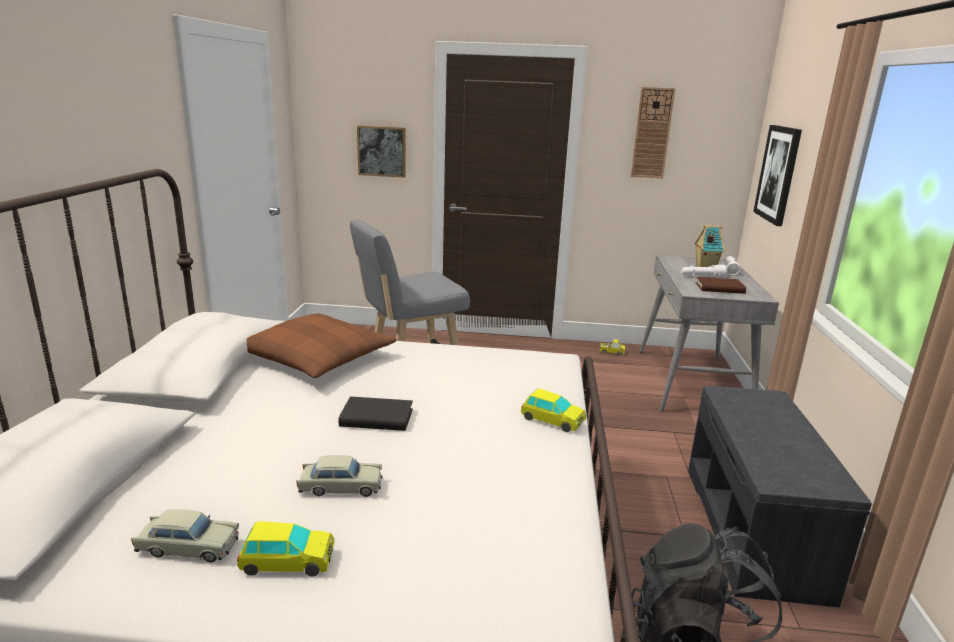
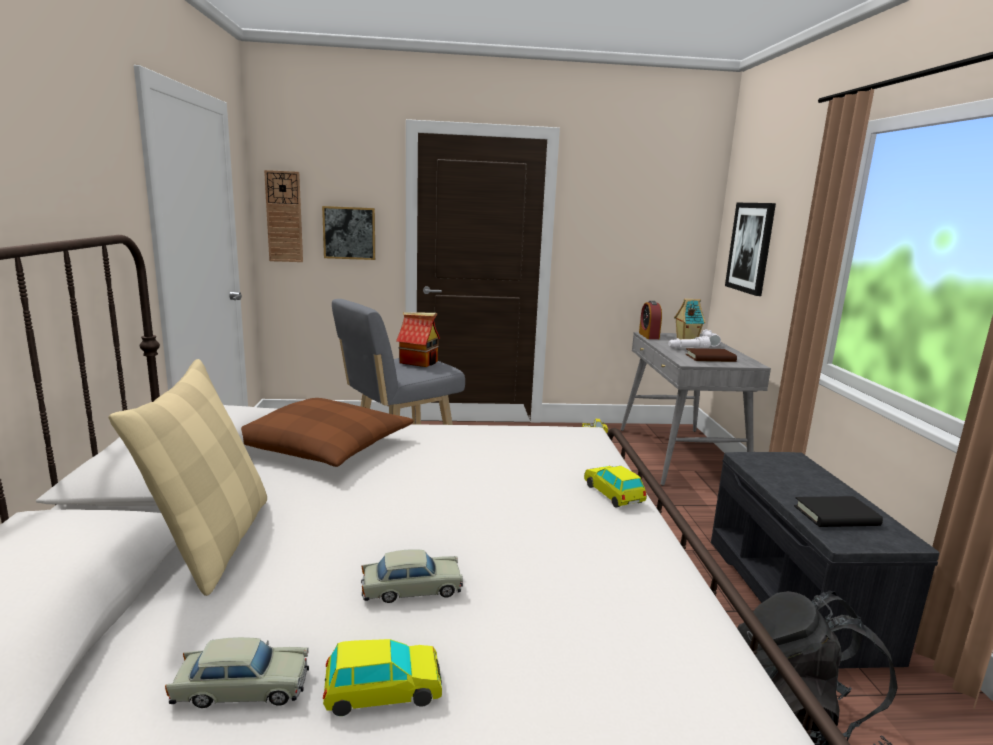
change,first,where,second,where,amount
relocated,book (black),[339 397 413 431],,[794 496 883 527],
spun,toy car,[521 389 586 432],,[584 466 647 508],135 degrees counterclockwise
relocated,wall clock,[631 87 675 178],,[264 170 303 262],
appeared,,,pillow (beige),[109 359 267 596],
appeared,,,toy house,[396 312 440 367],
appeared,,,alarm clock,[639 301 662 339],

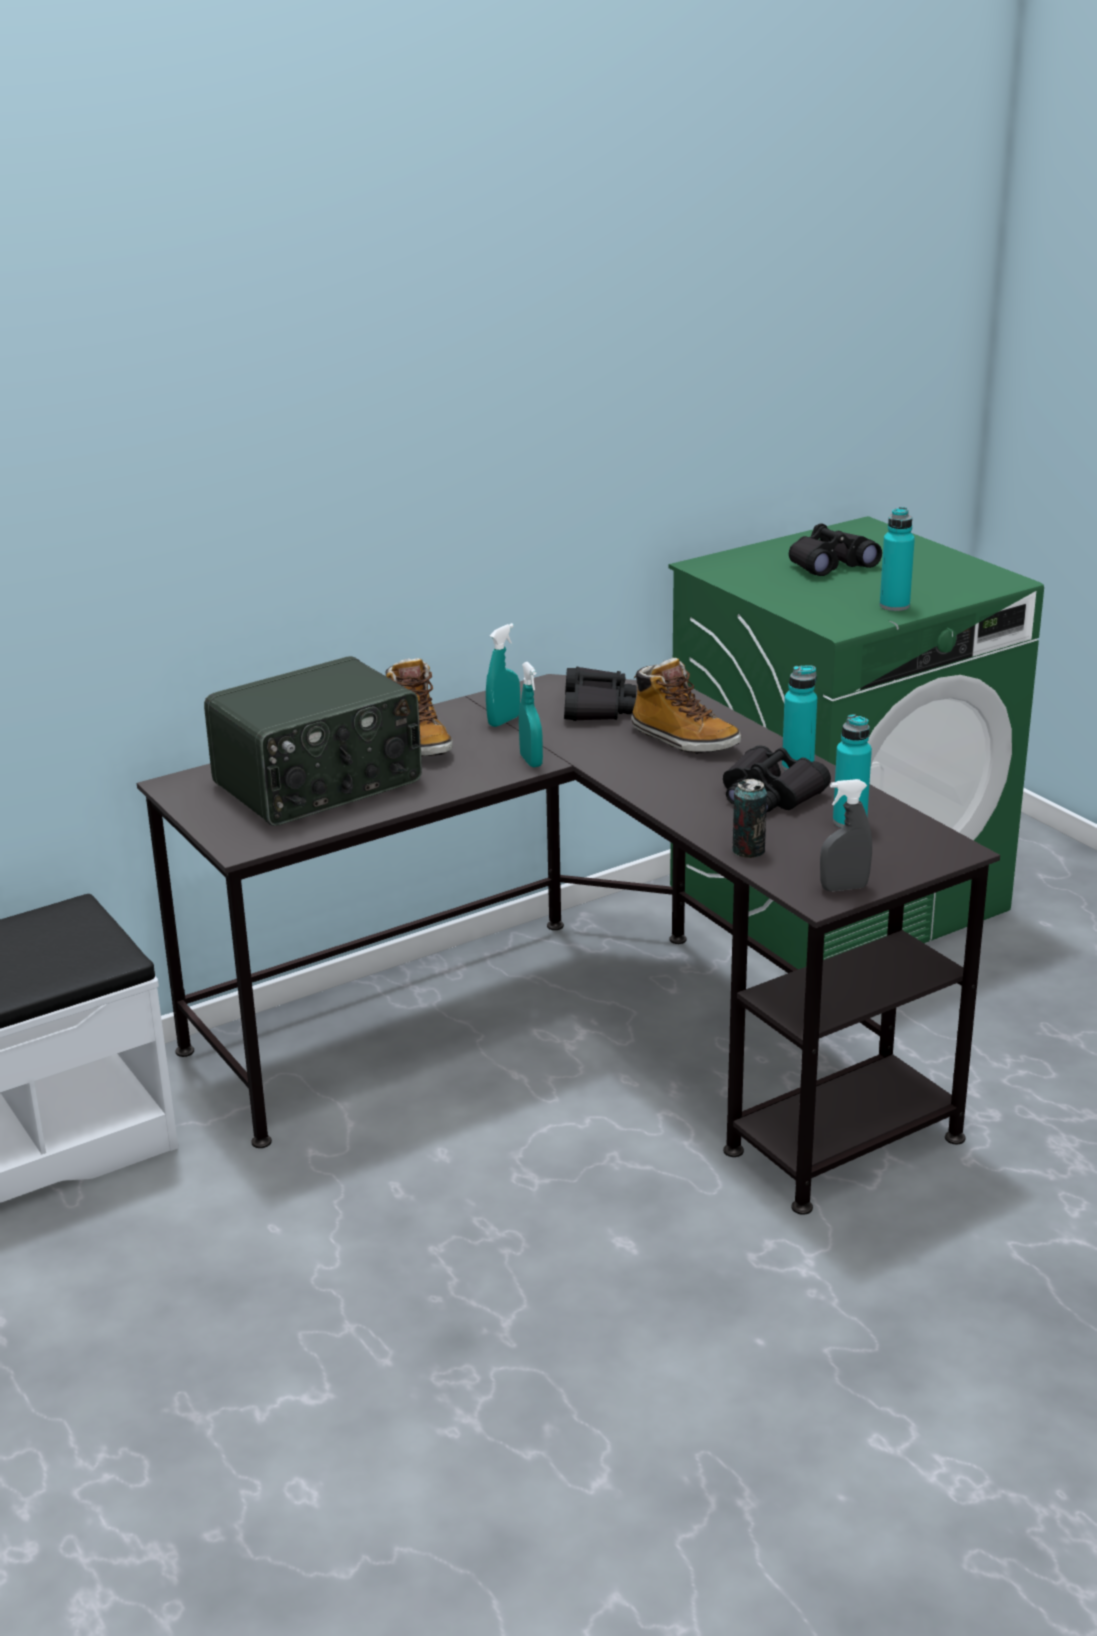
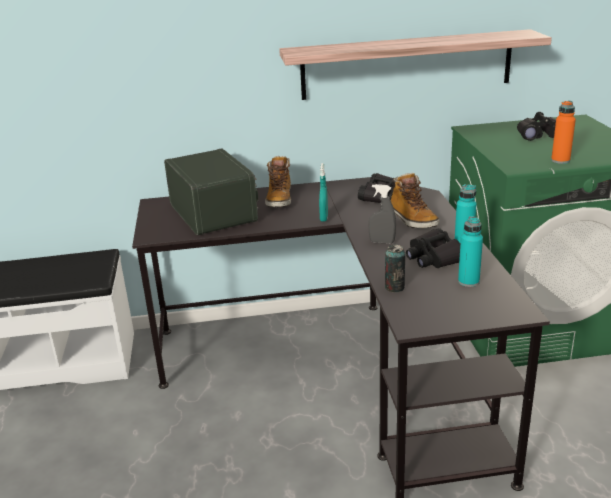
change,first,where,second,where,amount
spun,radio,[204 656 422 826],,[164 148 259 236],105 degrees counterclockwise
missing,spray bottle (turquoise),[486 623 520 727],,,
relocated,spray bottle (grey),[820 779 872 891],,[368 184 396 244],
colour,bottle (turquoise),[880 507 915 611],bottle (orange),[551 100 576 164],
appeared,,,shelf,[279 29 552 100],

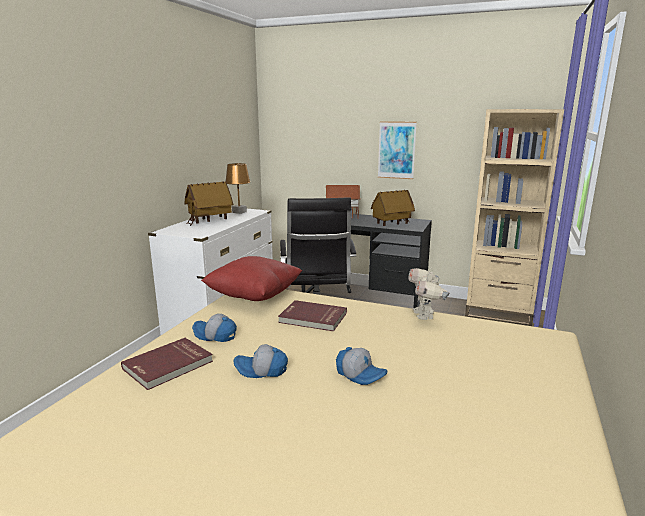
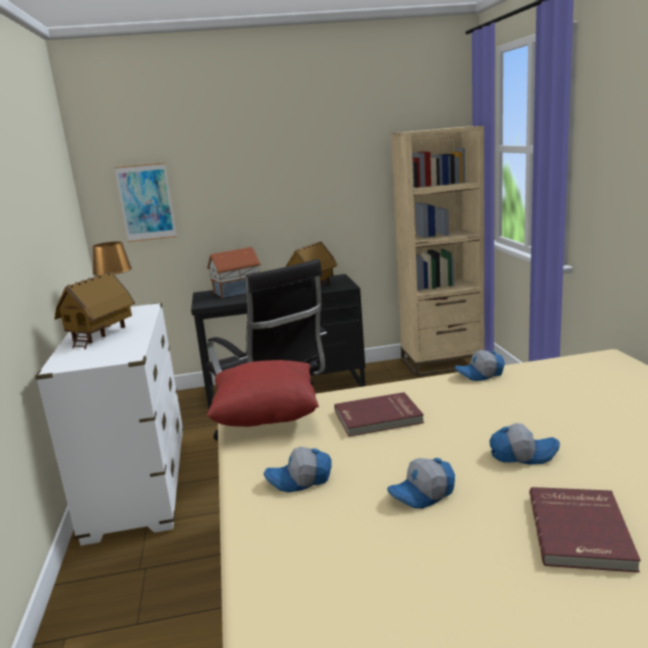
change,first,where,second,where,amount
relocated,book (red),[121 338 213 390],,[529 487 641 573],
relocated,picture,[378 121 417 179],,[114 162 177 242],
exchanged,toy robot,[408 266 449 320],cap,[455 350 505 381],

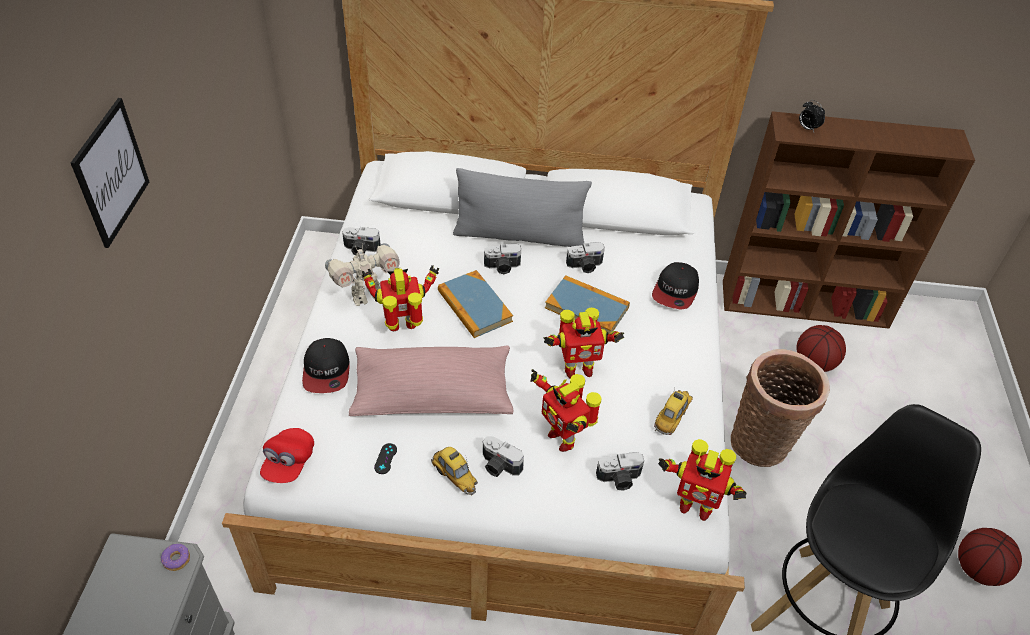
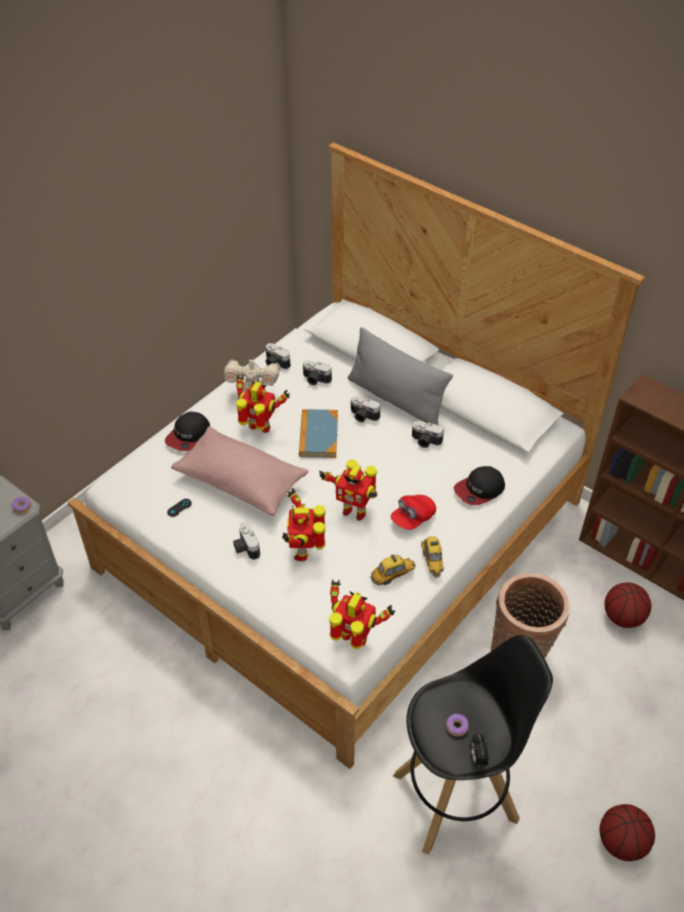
change,first,where,second,where,amount
missing,picture,[71 98 149 248],,,
relocated,cap (red),[260 428 314 483],,[391 495 436 530],
relocated,toy car,[431 447 478 496],,[421 536 444 578],
missing,book,[545 275 630 333],,,
relocated,photo camera,[596 452 644 491],,[303 360 332 385],
spun,toy robot,[658 439 747 521],,[329 580 395 649],150 degrees clockwise
relocated,alarm clock,[799 100 825 132],,[470 734 489 768],
appeared,,,donut,[446 714 469 736],

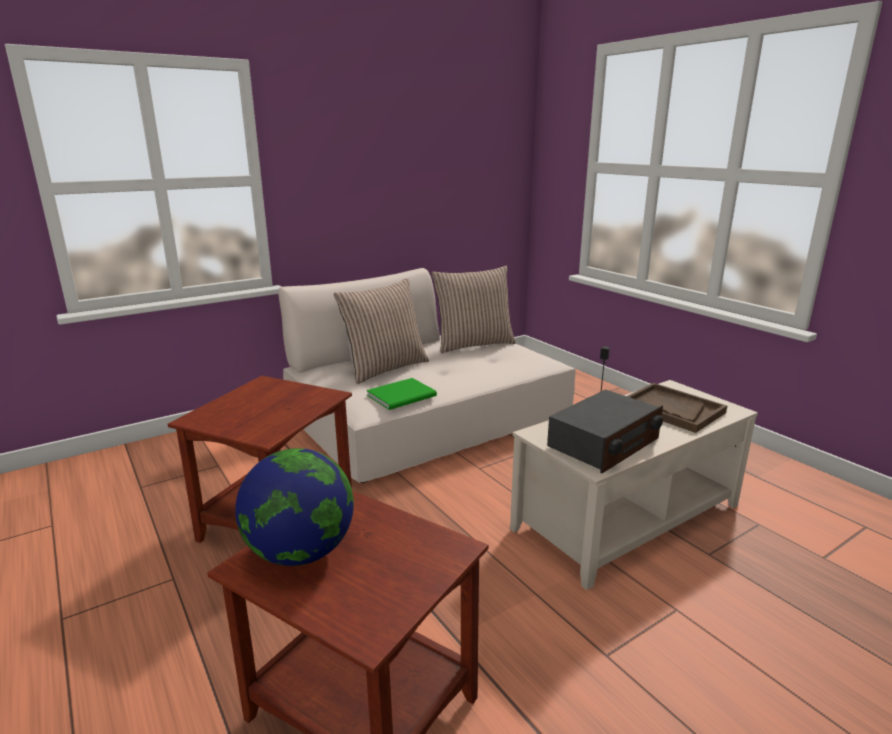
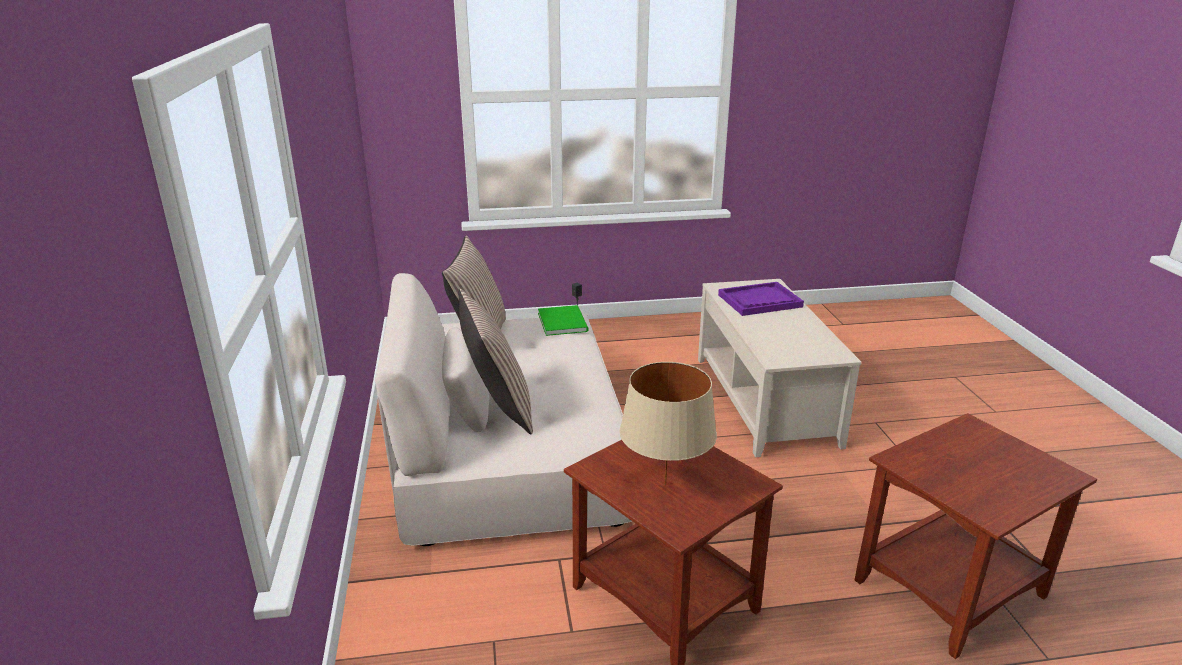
change,first,where,second,where,amount
missing,globe,[235 448 354 566],,,
relocated,book (green),[367 378 437 410],,[538 305 588 336],
missing,radio,[547 389 663 474],,,
colour,tray (brown),[627 383 727 433],tray (purple),[718 282 804 316],
appeared,,,table lamp (beige),[619 362 717 485],

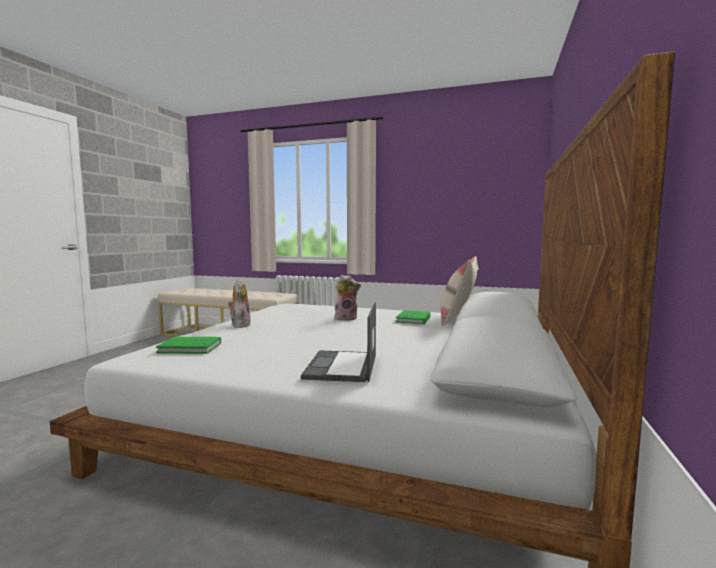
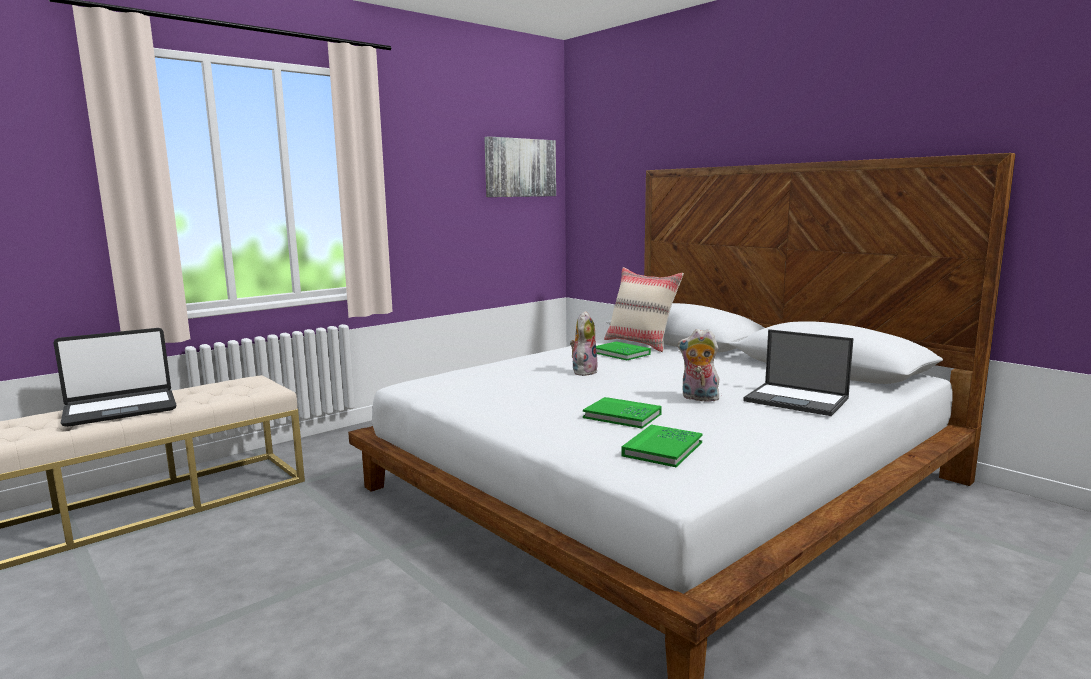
change,first,where,second,where,amount
relocated,plush toy,[228 279 251 328],,[678 329 721 402],
appeared,,,laptop,[54 328 177 427],
appeared,,,picture,[484 136 556 197],
appeared,,,book (green),[583 397 662 429],

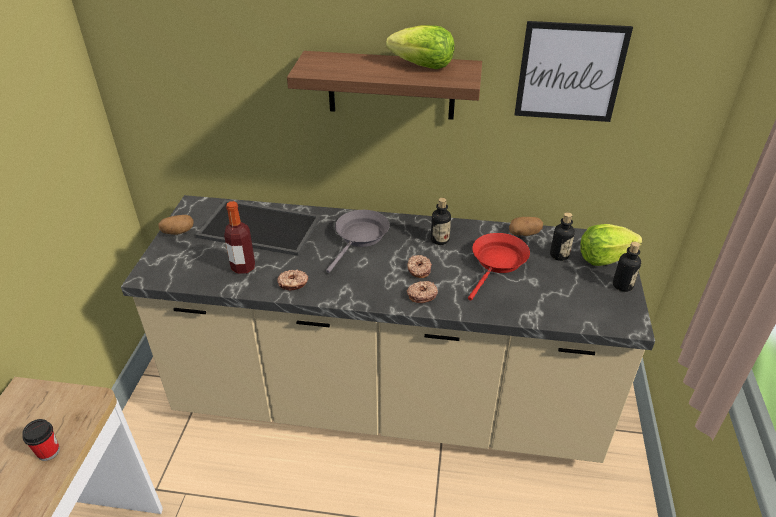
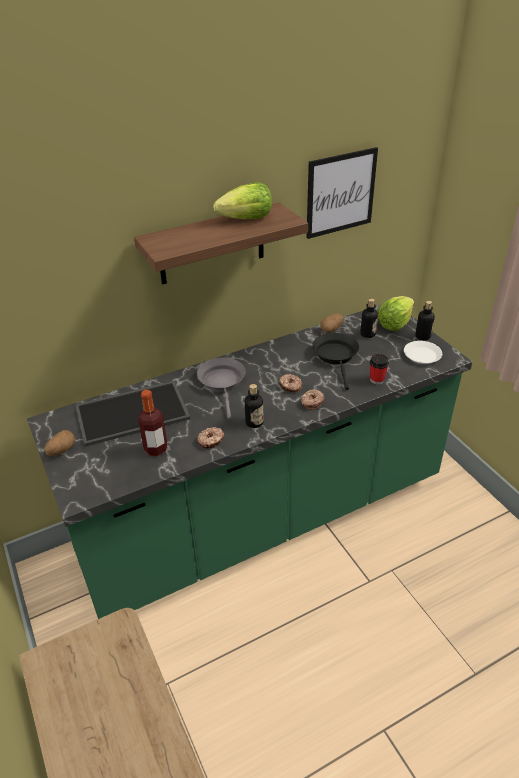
change,first,where,second,where,amount
relocated,cup,[22 419 60 461],,[370 354 389 384],
colour,counter (beige),[121 195 655 463],counter (green),[27 305 472 619],
relocated,bottle,[431 198 451 245],,[245 384 264 428],
colour,frying pan (red),[468 233 530 301],frying pan (black),[312 333 359 390],
appeared,,,plate (white),[404 341 442 364],

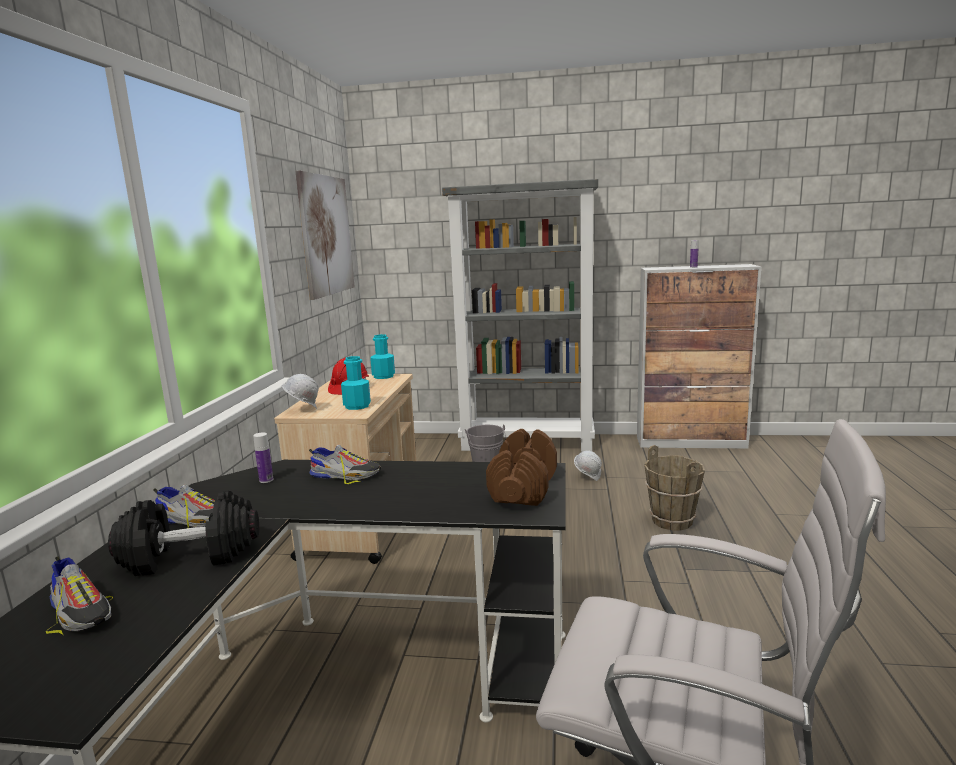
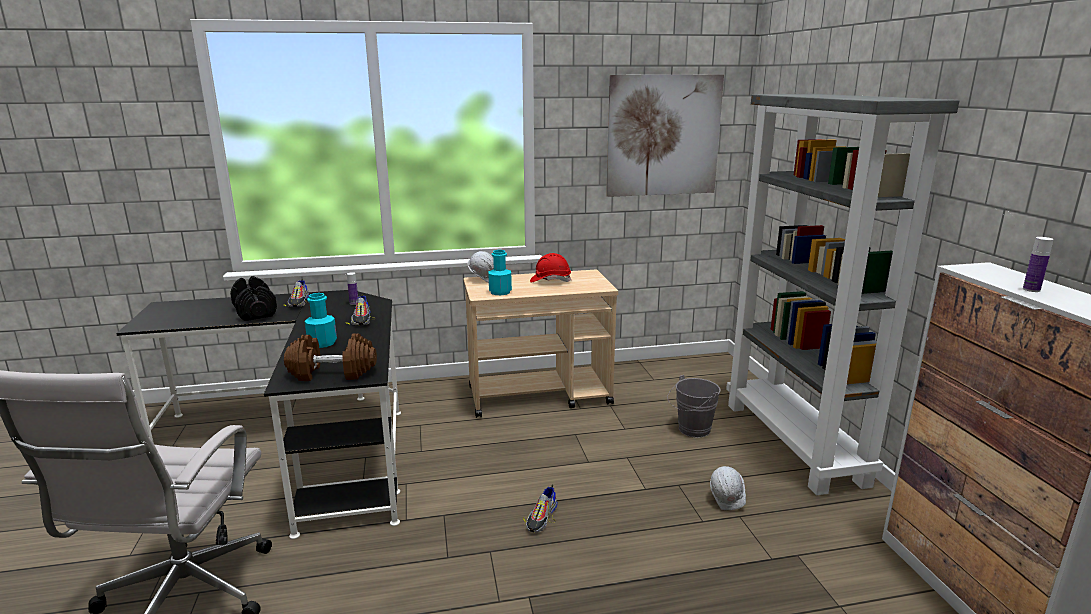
change,first,where,second,where,amount
relocated,shoe,[46 556 113 635],,[523 485 558 533],
relocated,bottle (turquoise),[370 334 395 379],,[305 293 337 348],
missing,bucket (brown),[644 445 705 531],,,

